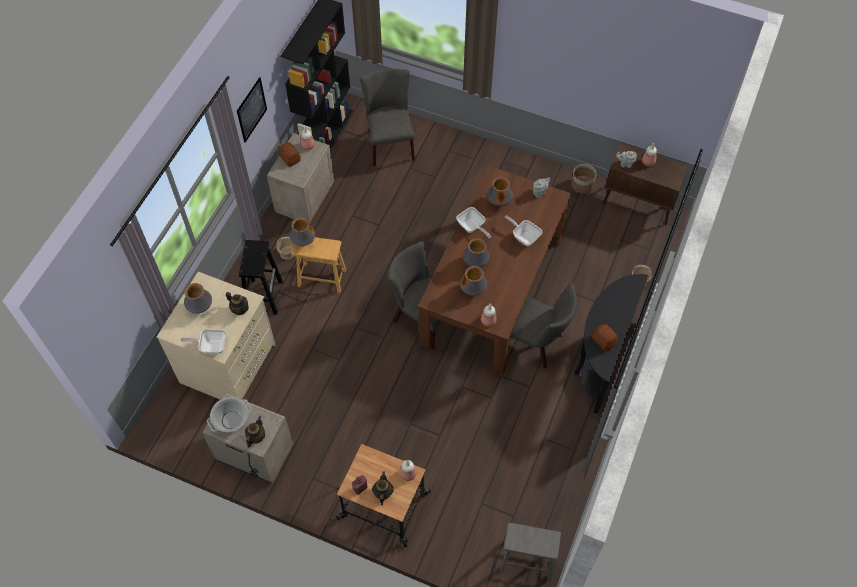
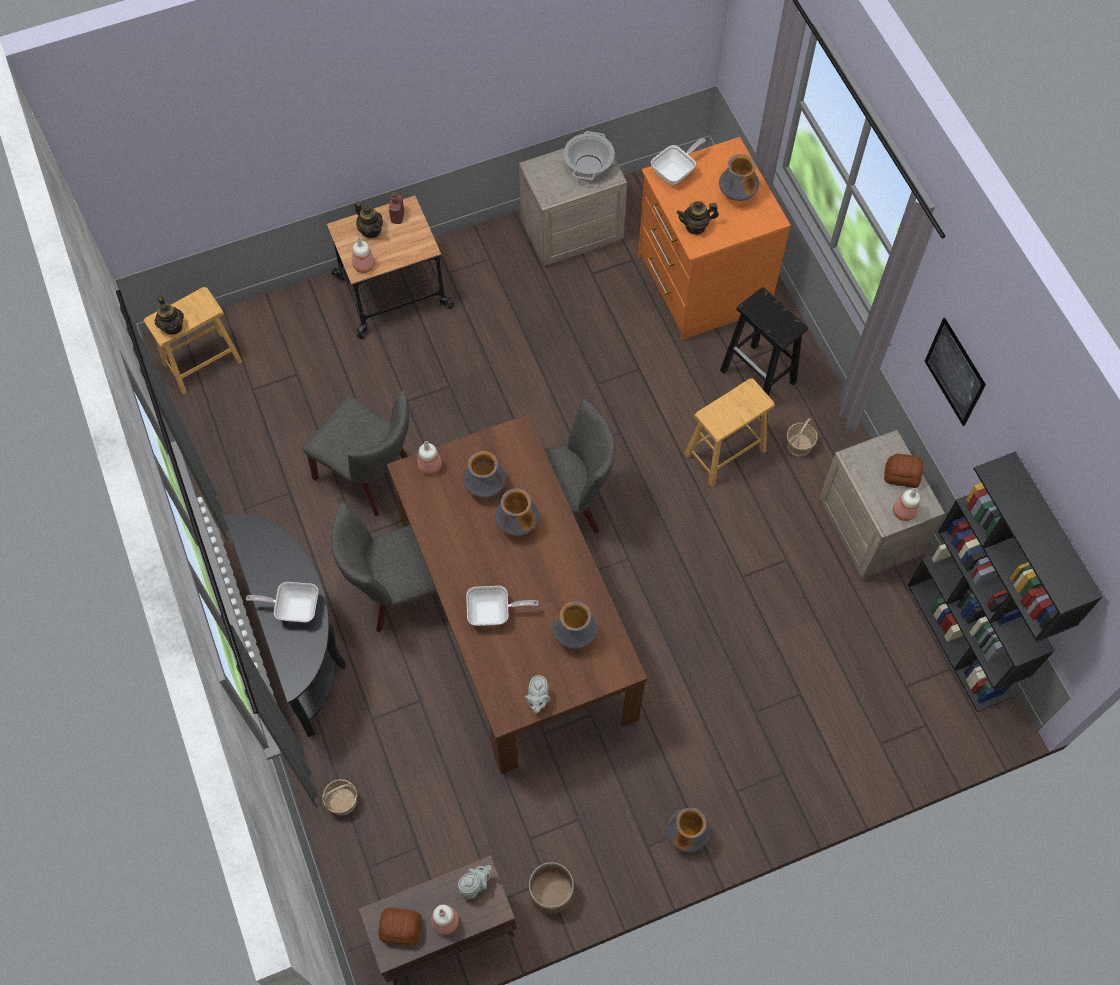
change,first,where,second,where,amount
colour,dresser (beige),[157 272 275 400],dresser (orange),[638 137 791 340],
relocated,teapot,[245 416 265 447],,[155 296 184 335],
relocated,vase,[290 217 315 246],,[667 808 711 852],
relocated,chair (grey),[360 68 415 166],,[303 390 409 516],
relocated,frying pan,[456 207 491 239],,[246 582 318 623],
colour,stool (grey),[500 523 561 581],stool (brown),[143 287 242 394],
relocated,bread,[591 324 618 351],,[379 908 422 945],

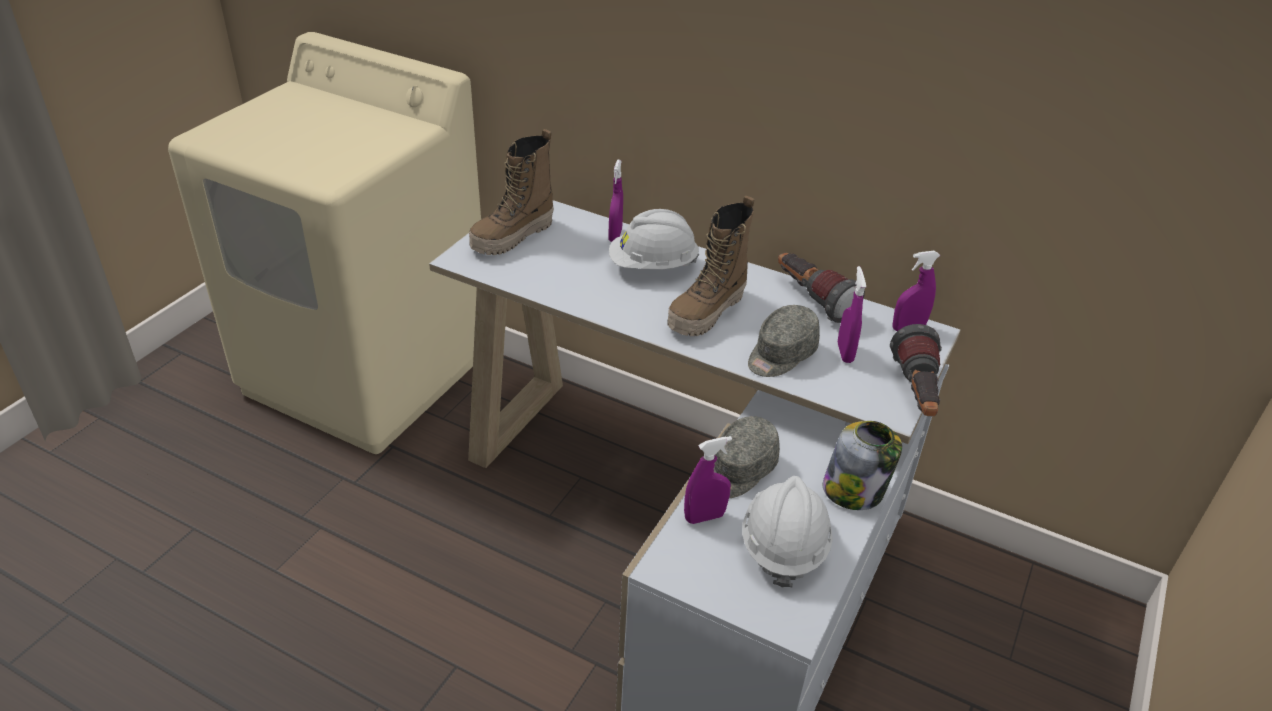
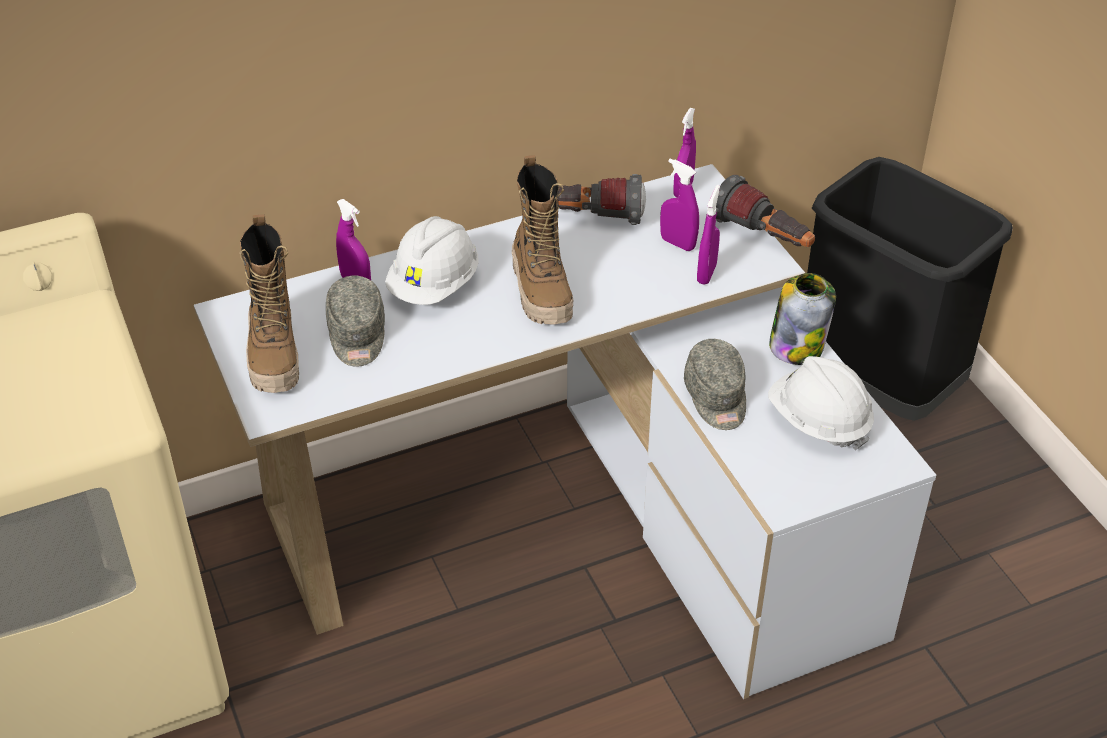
change,first,where,second,where,amount
relocated,spray bottle (purple),[684 436 732 524],,[697 185 720 285],
relocated,cap (grey),[748 305 820 377],,[326 276 385 367],
appeared,,,trash can (black),[807 157 1013 421],

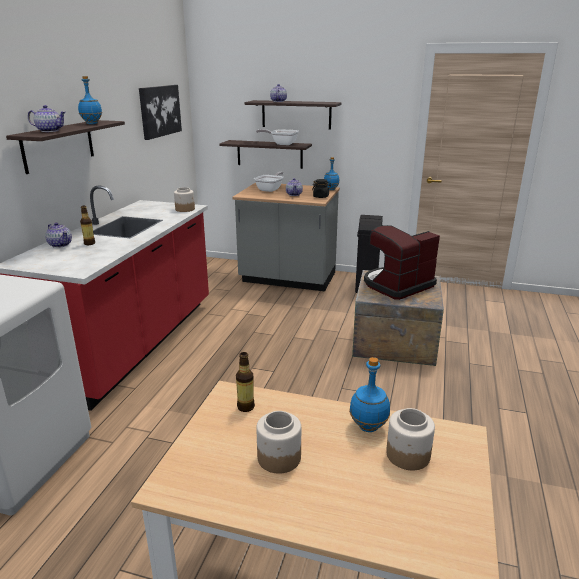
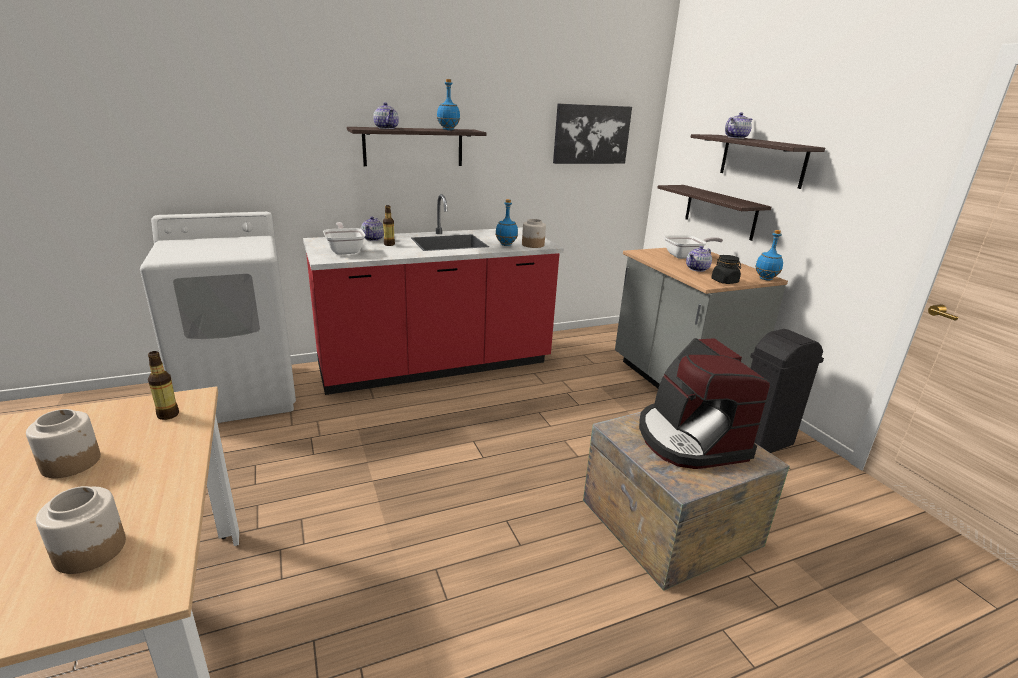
change,first,where,second,where,amount
relocated,frying pan,[256 129 299 145],,[323 222 365 255],
relocated,bottle (blue),[349 357 390 432],,[496 199 518 246],
spun,coffee machine,[364 225 440 300],,[639 338 770 469],120 degrees counterclockwise

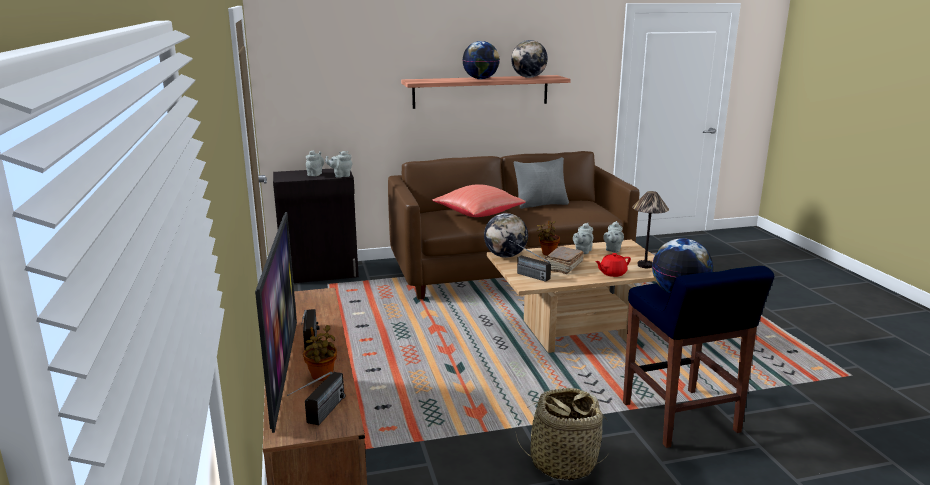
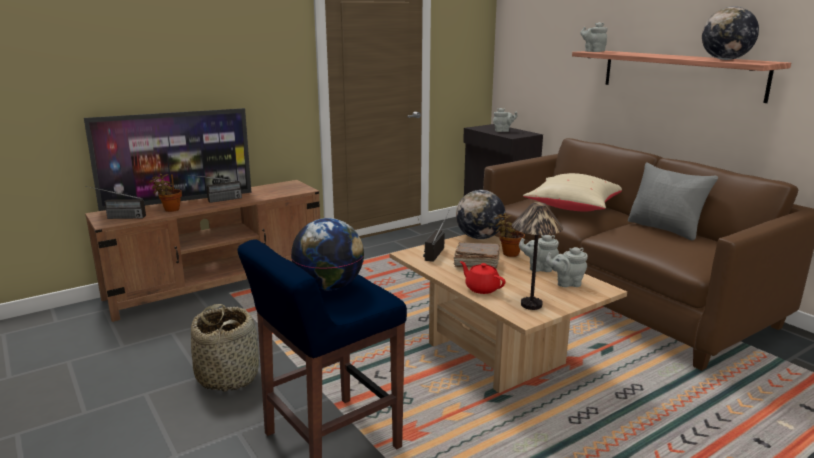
change,first,where,second,where,amount
relocated,teapot (grey),[325 151 353 178],,[581 22 608 52],
colour,pillow (red),[433 184 526 217],pillow (beige),[523 173 622 212],
missing,globe,[463 41 500 79],,,

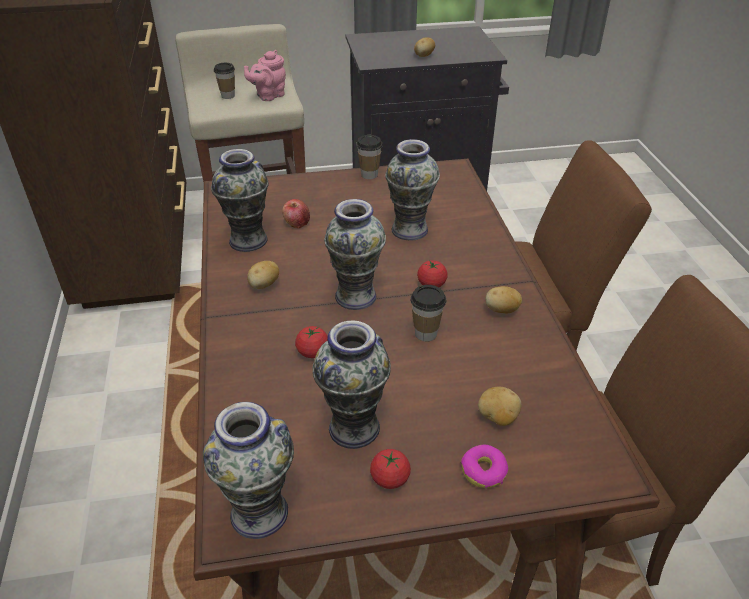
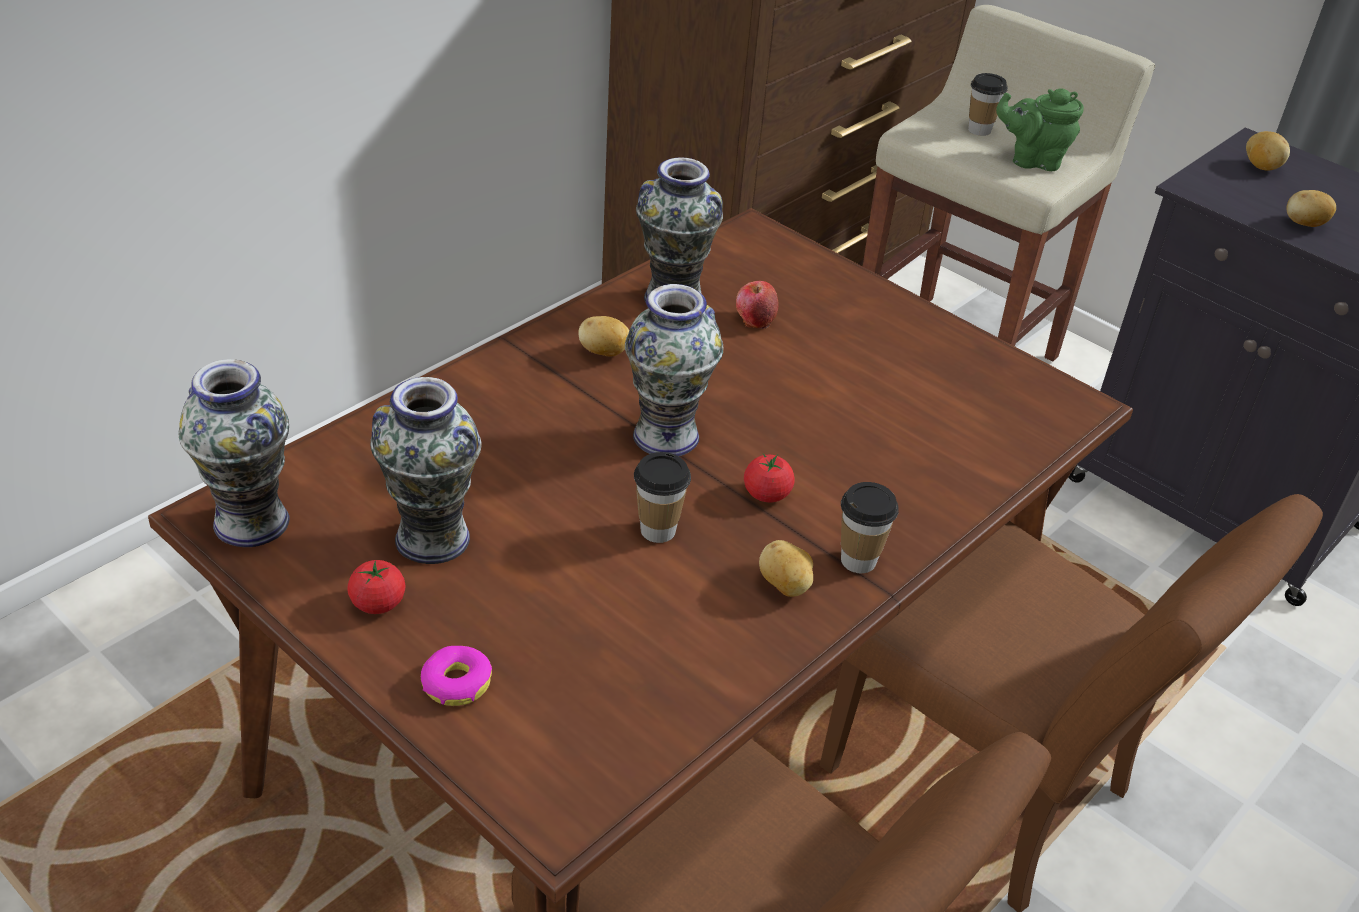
change,first,where,second,where,amount
colour,teapot (pink),[244 50 286 101],teapot (green),[996 89 1084 171],
missing,tomato,[295 326 328 358],,,
relocated,cup,[356 135 383 179],,[841 482 899 573],
missing,vase,[385 139 440 240],,,
relocated,potato,[478 387 521 426],,[1246 131 1290 171],

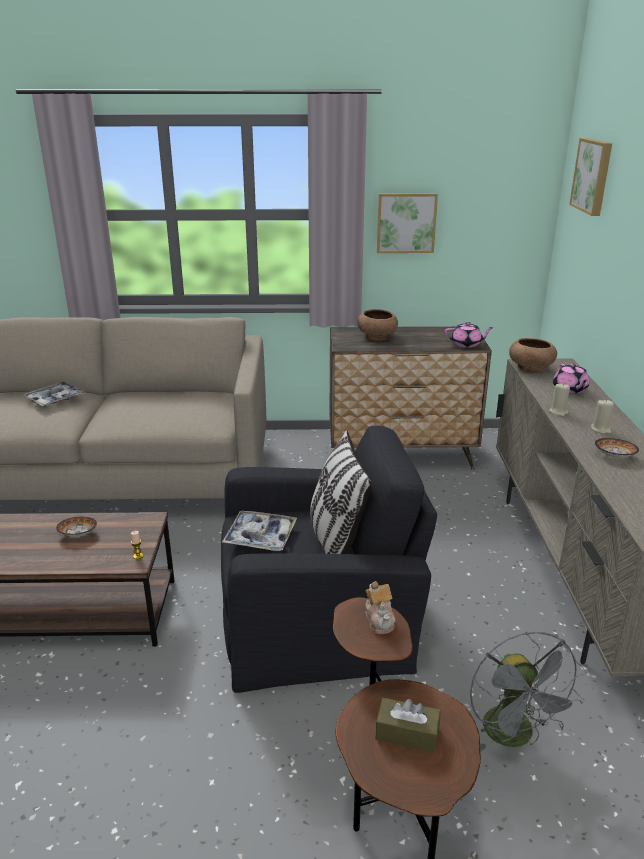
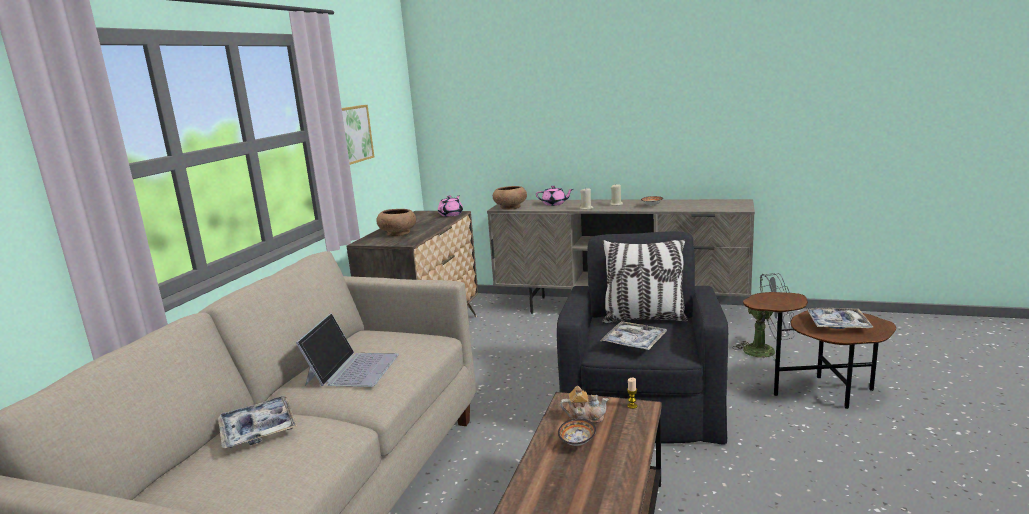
change,first,where,second,where,amount
relocated,teapot,[365 581 396 634],,[560 386 609 423],
exchanged,tissue box (brown),[376 698 440 753],tray,[806 308 873 329],
missing,picture,[569 138 612 216],,,
appeared,,,laptop,[296 313 399 387],

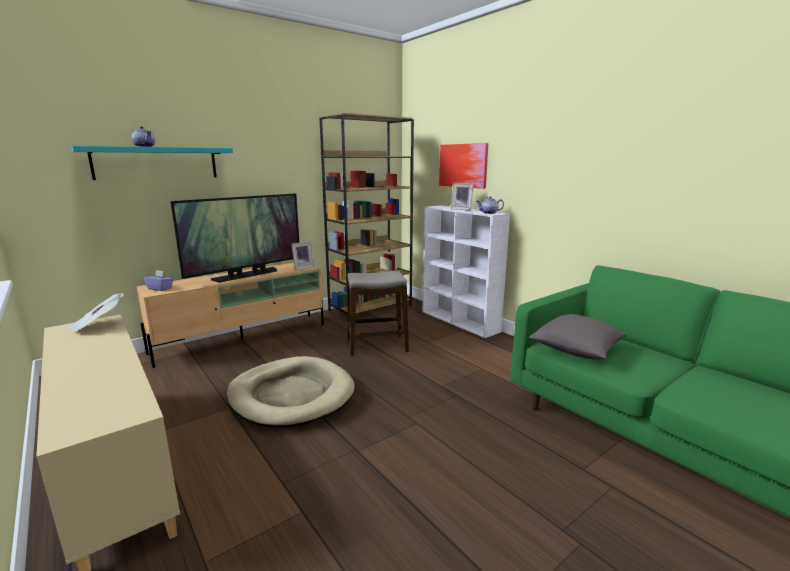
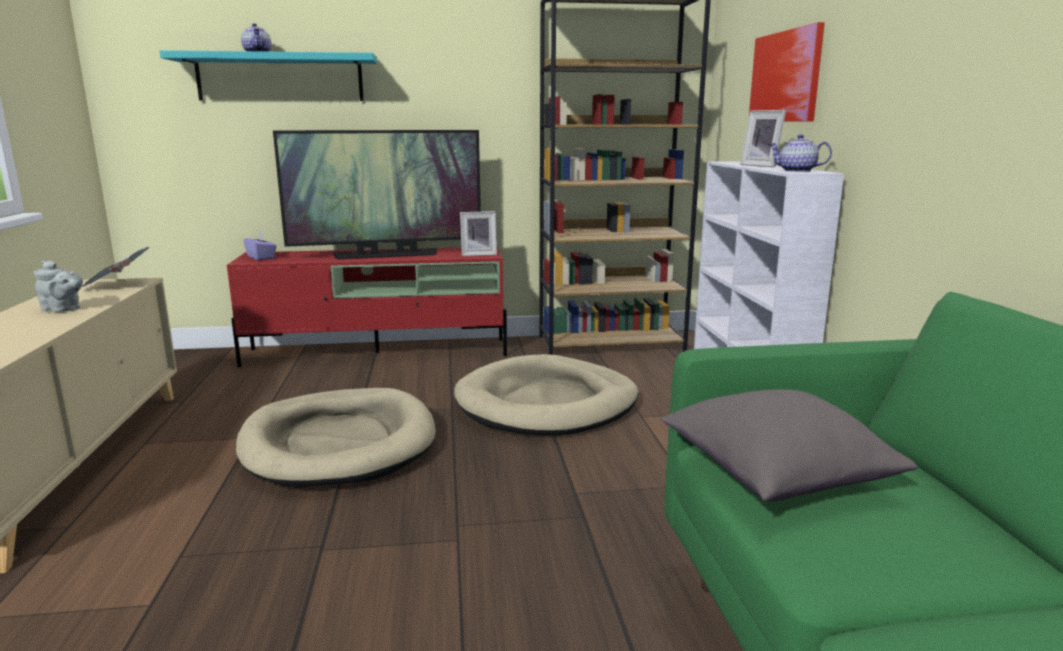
change,first,where,second,where,amount
colour,tv stand (beige),[137 263 324 368],tv stand (red),[227 247 507 367],
exchanged,stool,[347 270 409 356],dog bed (beige),[454 354 639 435],
appeared,,,teapot (grey),[34 260 83 312],

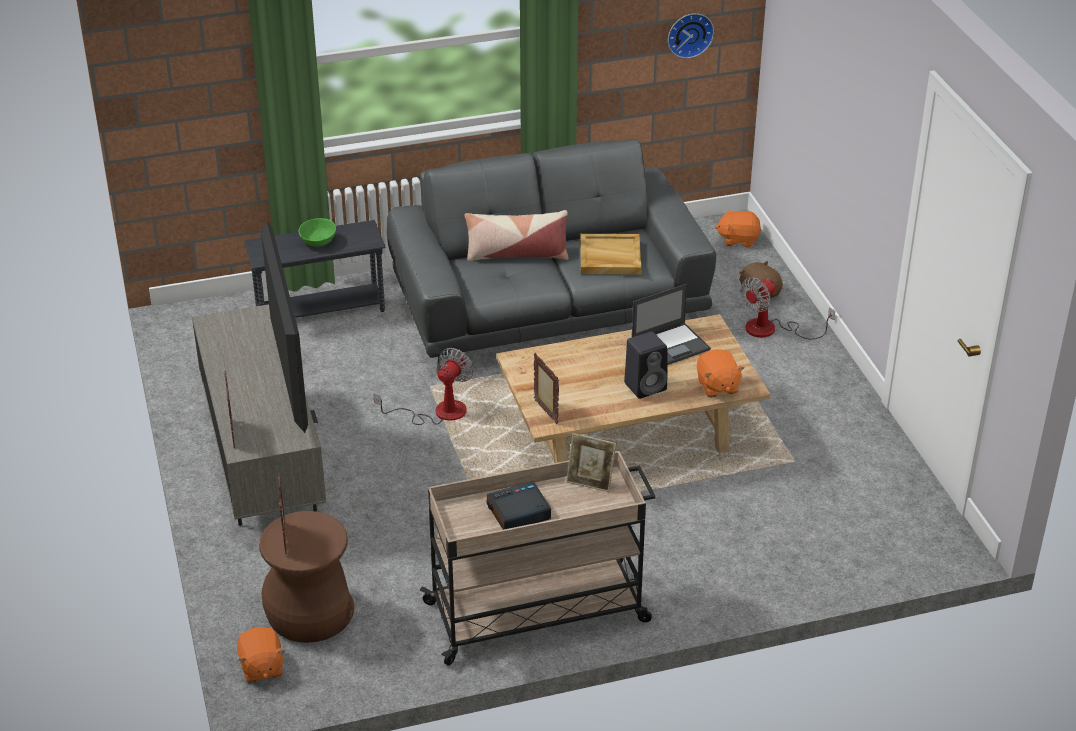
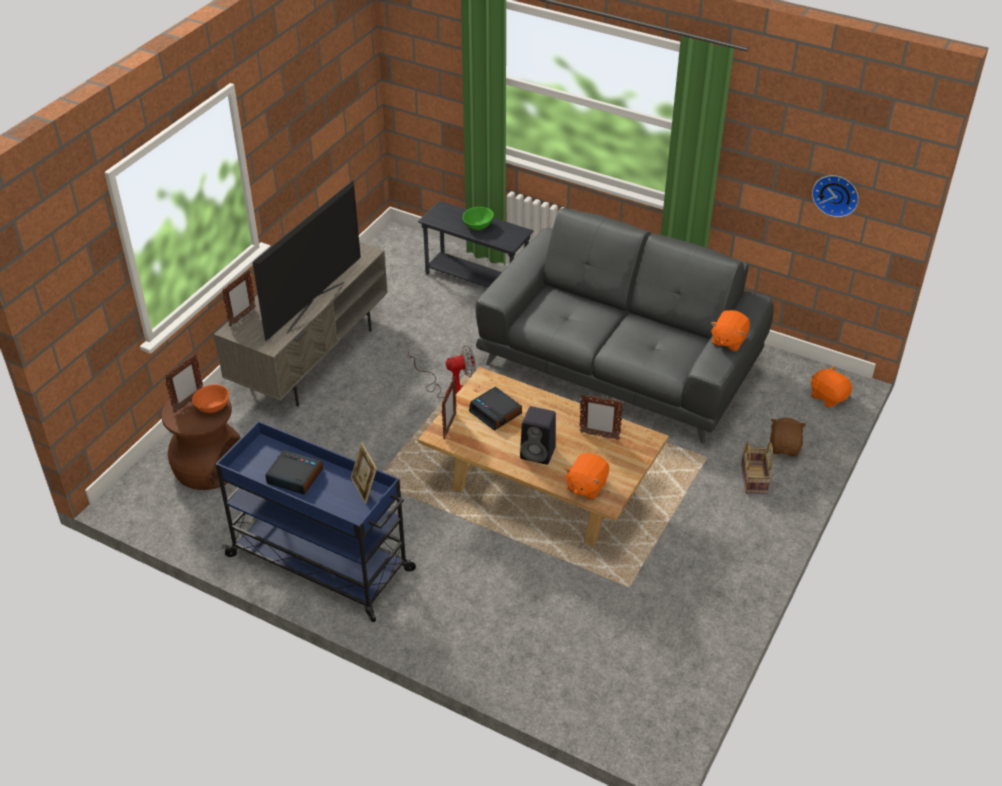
change,first,where,second,where,amount
relocated,plush toy (orange),[237 627 285 682],,[711 310 750 352],
colour,cart (beige),[420 451 655 666],cart (blue),[215 421 416 622],
missing,pillow,[465 210 569 261],,,
missing,tray (beige),[580 234 641 274],,,
exchanged,laptop,[632 284 711 365],picture frame,[579 395 623 440],
exchanged,fan,[741 277 835 339],basket,[741 442 773 494],
appeared,,,bowl (orange),[192 384 229 413],
appeared,,,alarm clock,[469 387 522 431],

